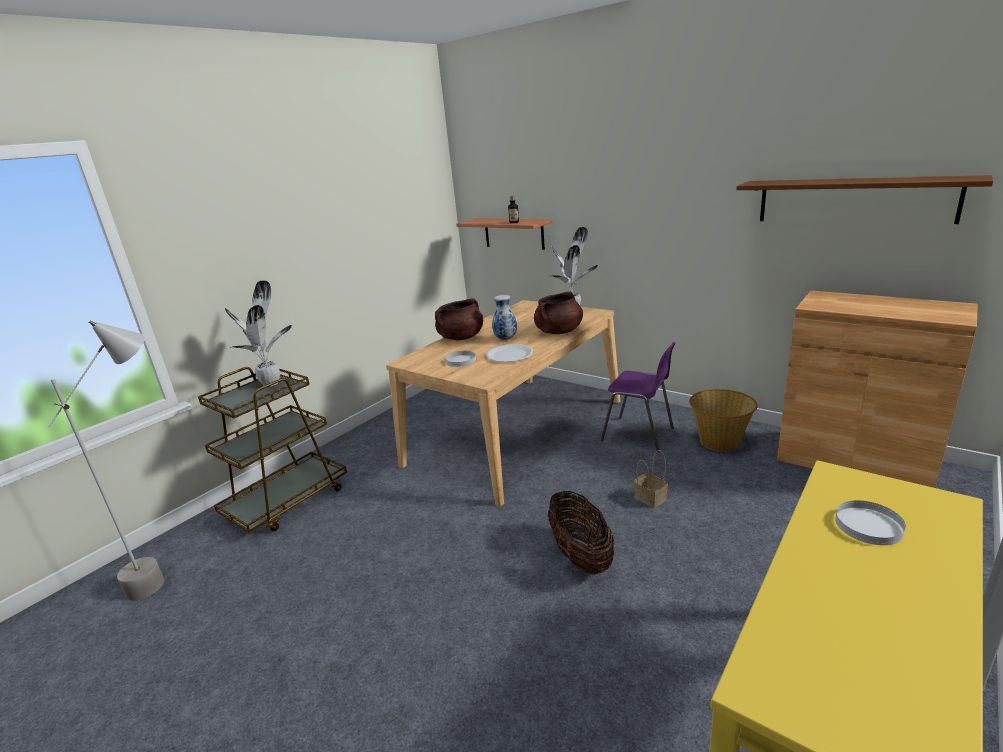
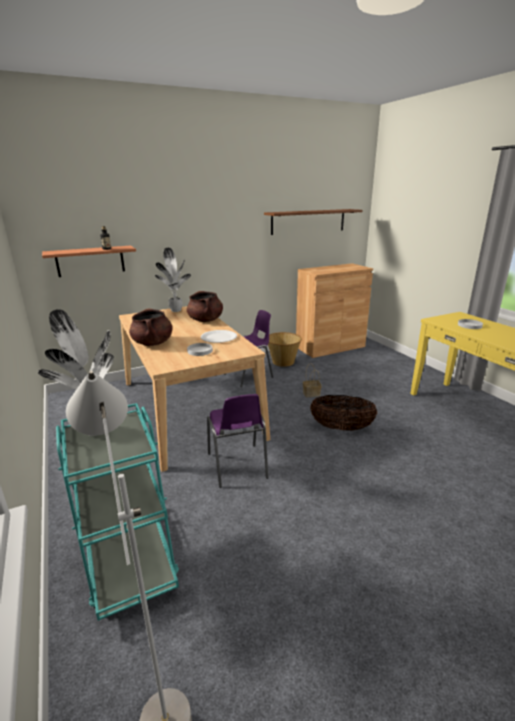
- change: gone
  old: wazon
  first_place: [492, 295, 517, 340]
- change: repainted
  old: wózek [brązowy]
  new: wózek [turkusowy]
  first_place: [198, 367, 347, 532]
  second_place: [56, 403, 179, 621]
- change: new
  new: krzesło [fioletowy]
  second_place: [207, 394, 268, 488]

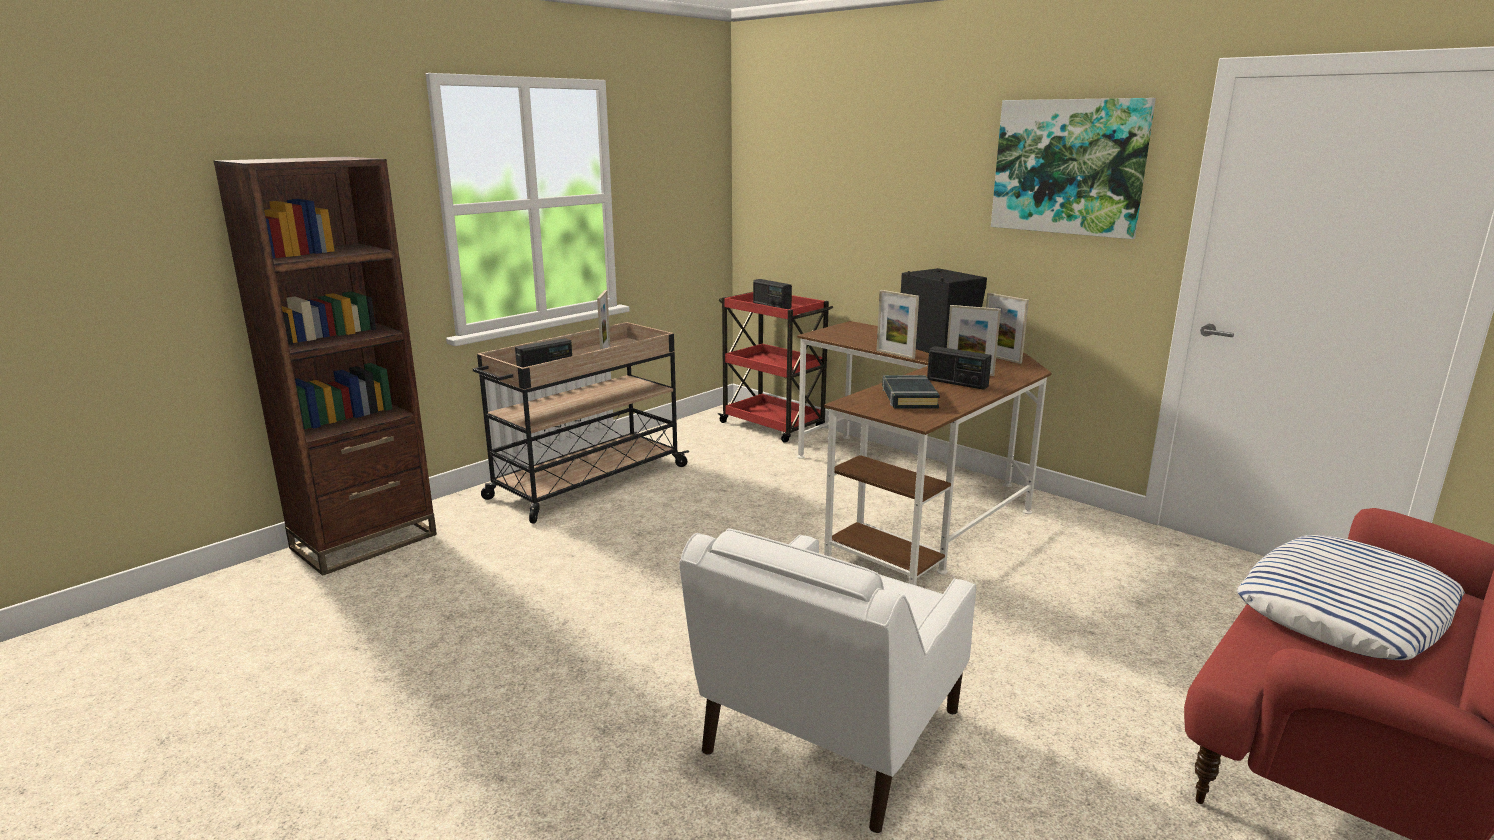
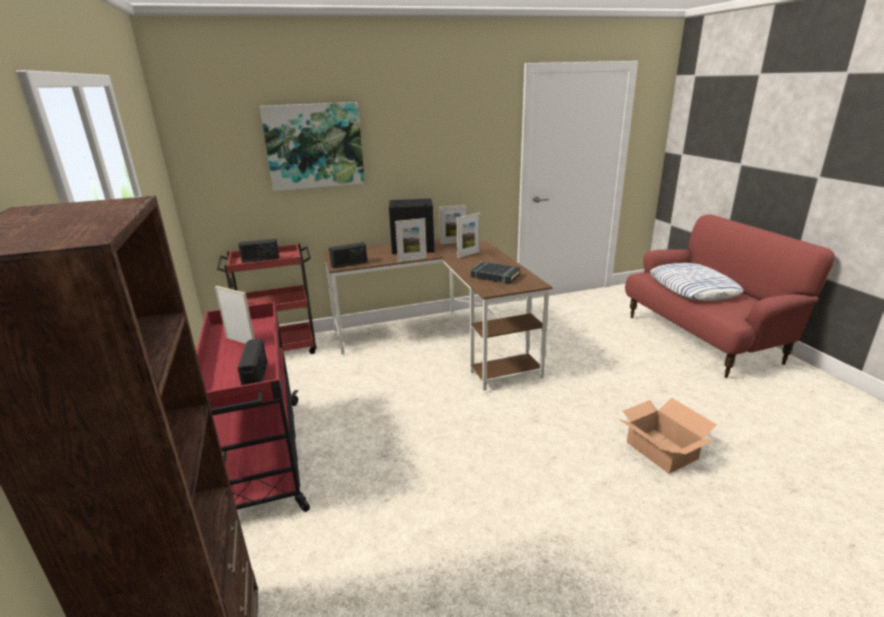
- change: shifted
  old: obraz
  first_place: [991, 98, 1156, 239]
  second_place: [260, 102, 365, 191]
- change: repainted
  old: wózek [beżowy]
  new: wózek [czerwony]
  first_place: [473, 322, 689, 523]
  second_place: [196, 302, 310, 512]
- change: shifted
  old: radio
  first_place: [927, 346, 992, 390]
  second_place: [329, 242, 367, 268]
- change: swapped
  old: fotel [biały]
  new: karton
  first_place: [679, 528, 976, 833]
  second_place: [619, 398, 717, 474]

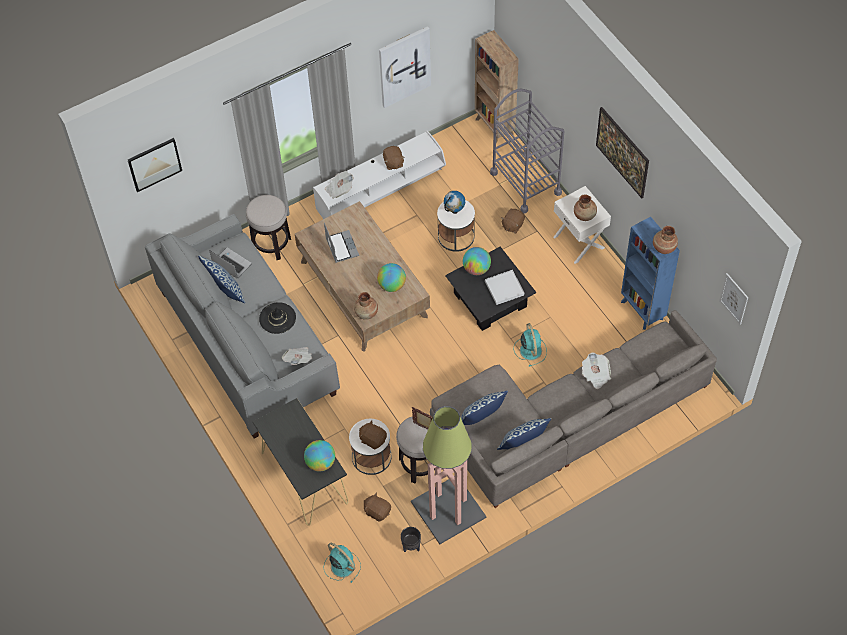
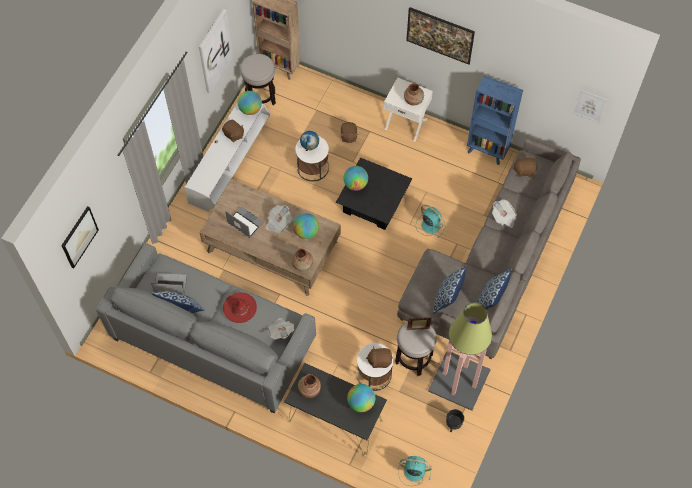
- change: gone
  old: wózek [szary]
  first_place: [490, 89, 564, 214]
- change: shifted
  old: gazeta
  first_place: [325, 171, 354, 199]
  second_place: [266, 205, 292, 234]
- change: shifted
  old: stołek
  first_place: [246, 195, 291, 260]
  second_place: [240, 54, 276, 106]
- change: shifted
  old: wazon [brązowy]
  first_place: [653, 226, 678, 254]
  second_place: [298, 374, 321, 398]
- change: gone
  old: taca [biały]
  first_place: [485, 270, 524, 305]
- change: repainted
  old: kapelusz [czarny]
  new: kapelusz [czerwony]
  first_place: [259, 302, 296, 334]
  second_place: [223, 292, 257, 323]
- change: shifted
  old: pluszak [brązowy]
  first_place: [364, 492, 391, 522]
  second_place: [512, 156, 537, 177]
- change: new
  new: globus
  second_place: [238, 91, 262, 115]

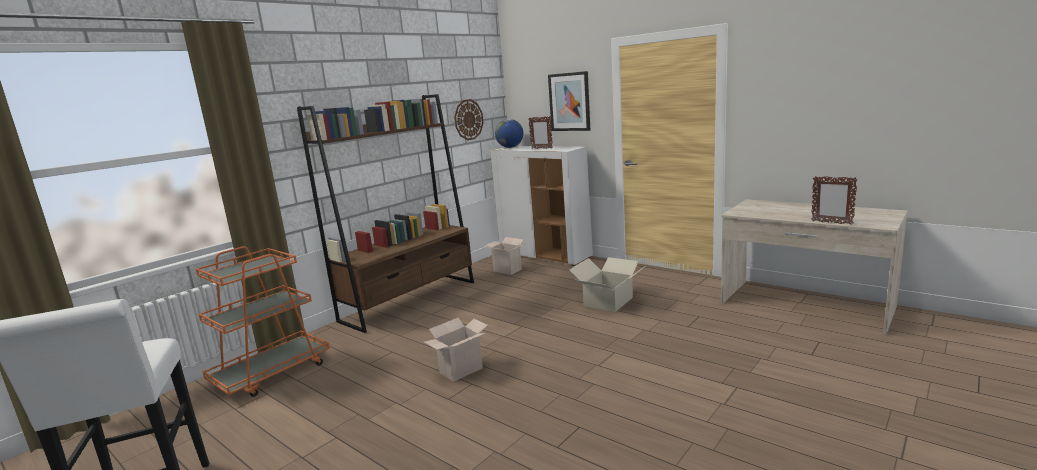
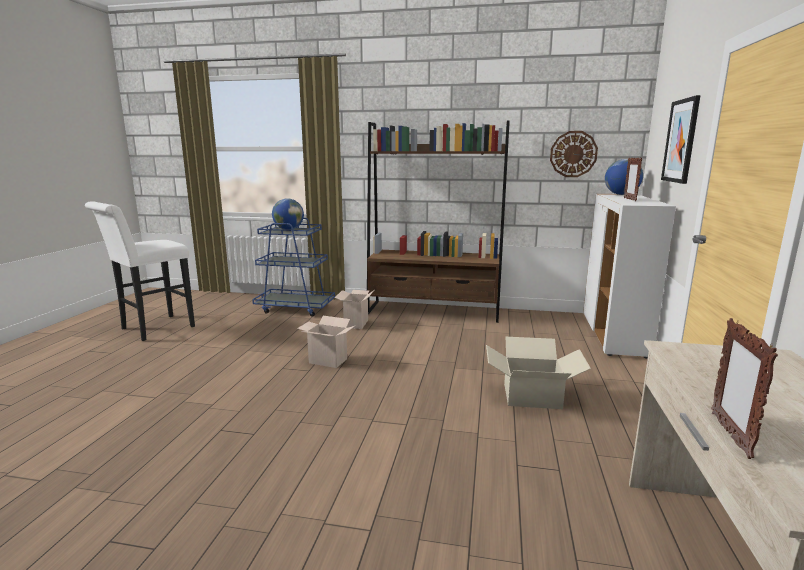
- change: shifted
  old: karton
  first_place: [485, 237, 525, 275]
  second_place: [335, 290, 374, 329]
- change: repainted
  old: wózek [pomarańczowy]
  new: wózek [niebieski]
  first_place: [196, 246, 330, 397]
  second_place: [252, 218, 335, 317]
- change: new
  new: globus
  second_place: [272, 198, 304, 230]

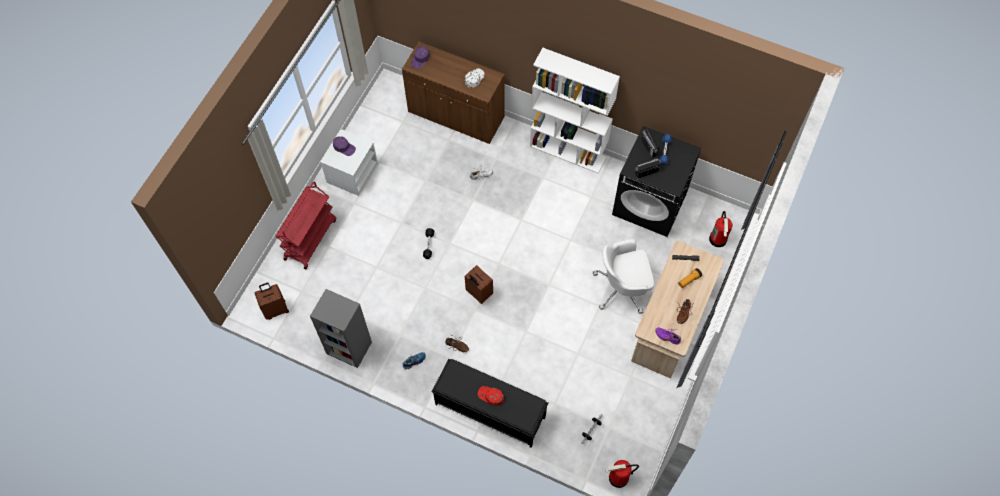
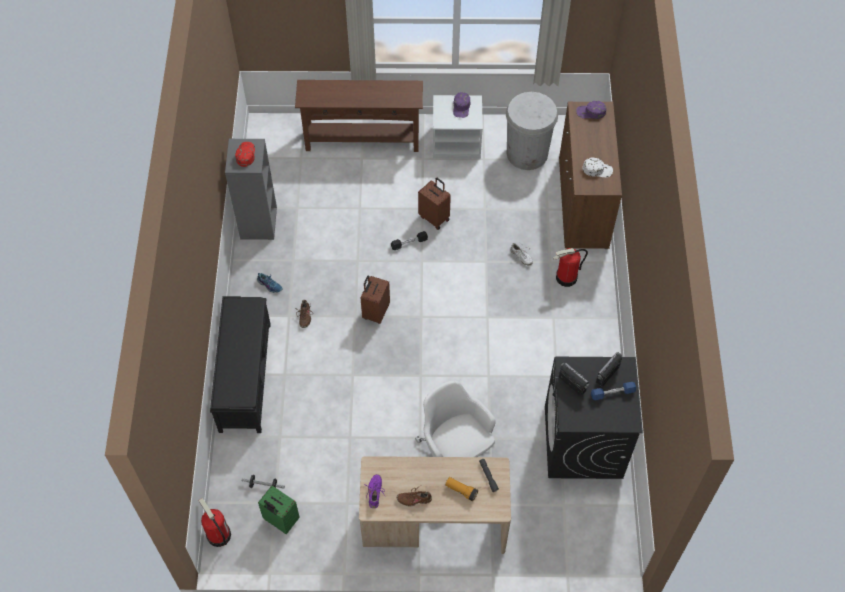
- change: gone
  old: regał [biały]
  first_place: [530, 48, 620, 173]
- change: swapped
  old: wózek [czerwony]
  new: stolik konsolowy [brązowy]
  first_place: [275, 181, 336, 269]
  second_place: [295, 80, 423, 152]
- change: shifted
  old: gaśnica
  first_place: [709, 211, 732, 247]
  second_place: [553, 248, 588, 287]
- change: shifted
  old: walizka [brązowy]
  first_place: [255, 283, 289, 320]
  second_place: [418, 178, 451, 230]
- change: shifted
  old: czapka z daszkiem [czerwony]
  first_place: [478, 386, 504, 406]
  second_place: [235, 142, 255, 167]
- change: new
  new: kosz na śmieci [biały]
  second_place: [506, 92, 558, 170]
- change: new
  new: walizka [zielony]
  second_place: [258, 486, 300, 534]

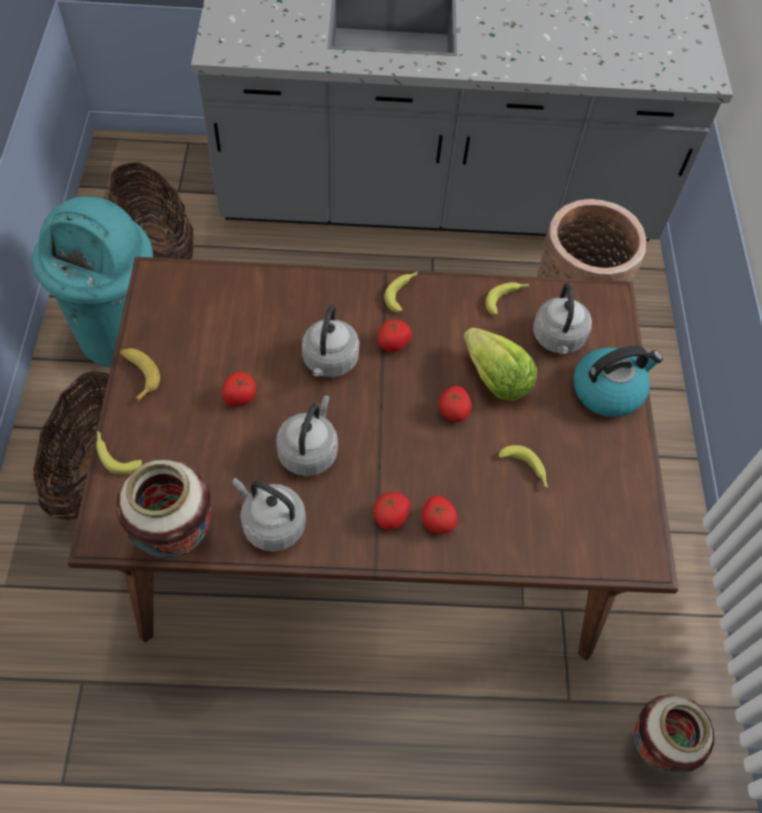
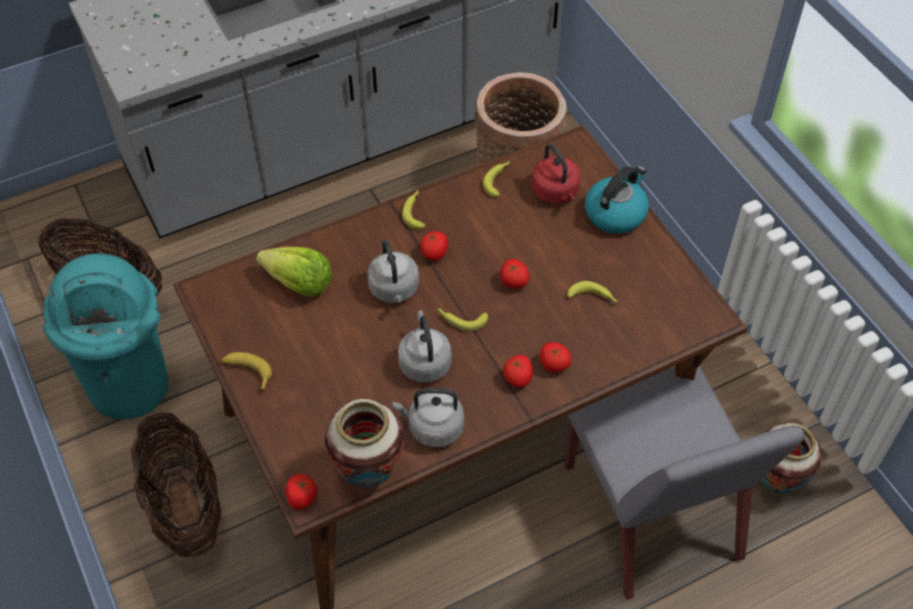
- change: repainted
  old: czajnik [szary]
  new: czajnik [czerwony]
  first_place: [533, 283, 592, 354]
  second_place: [532, 143, 580, 204]
- change: shifted
  old: sałata
  first_place: [464, 328, 537, 401]
  second_place: [256, 247, 333, 297]
- change: shifted
  old: pomidor
  first_place: [222, 372, 256, 406]
  second_place: [285, 474, 317, 510]
- change: shifted
  old: banan
  first_place: [96, 431, 142, 475]
  second_place: [437, 309, 488, 332]
- change: new
  new: krzesło [szary]
  second_place: [564, 366, 804, 600]

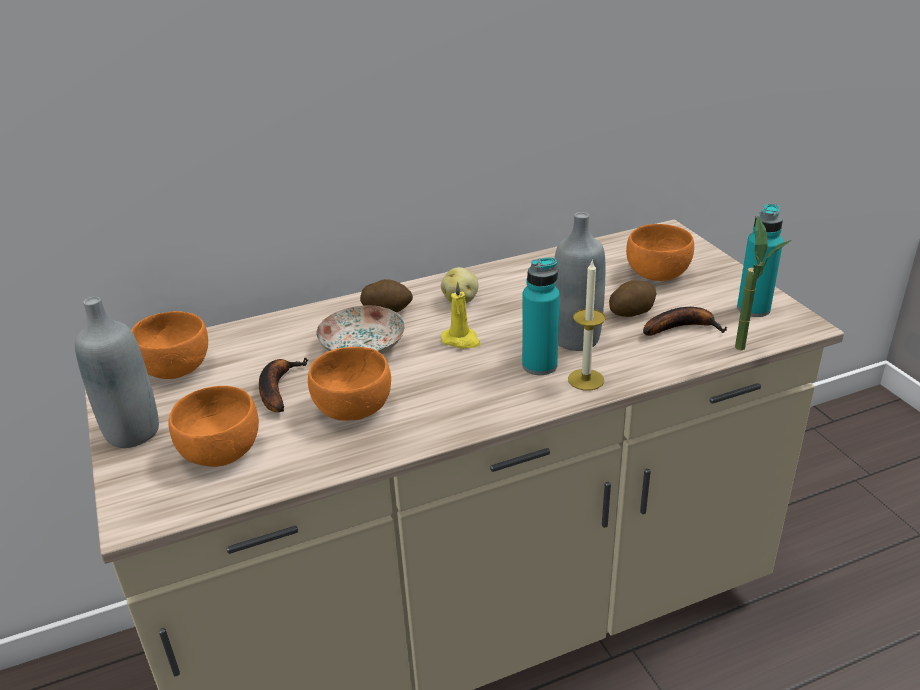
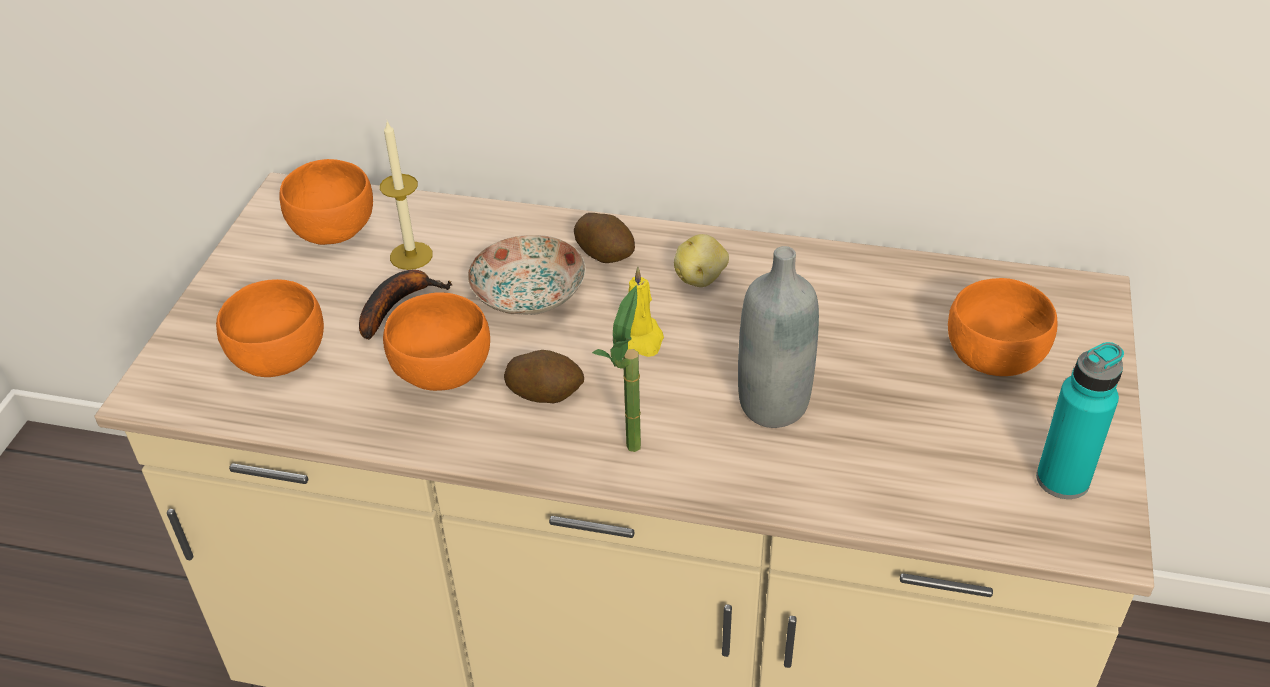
- change: shifted
  old: roślina doniczkowa
  first_place: [735, 216, 791, 350]
  second_place: [592, 286, 641, 452]
- change: gone
  old: butelka [turkusowy]
  first_place: [522, 257, 560, 375]
- change: shifted
  old: świeca
  first_place: [568, 260, 606, 390]
  second_place: [380, 121, 433, 270]
- change: shifted
  old: ziemniak
  first_place: [609, 280, 657, 317]
  second_place: [504, 350, 584, 404]
- change: gone
  old: butelka [szary]
  first_place: [75, 296, 159, 448]
- change: gone
  old: banan
  first_place: [643, 307, 727, 336]

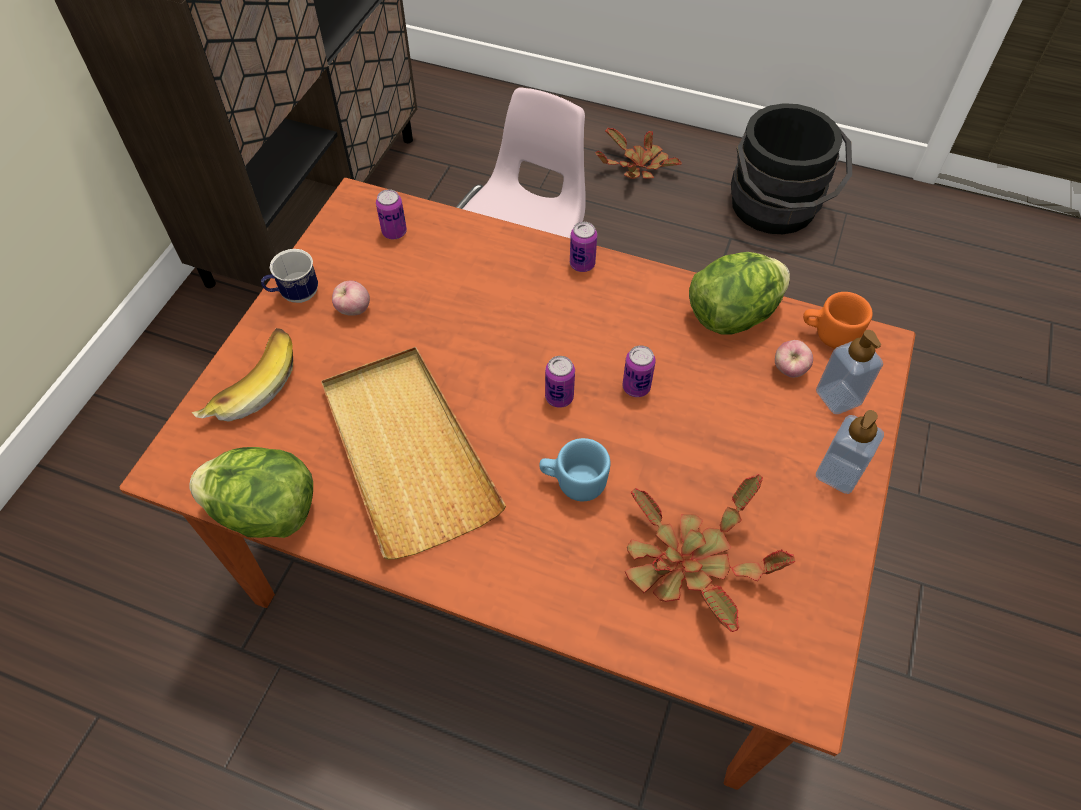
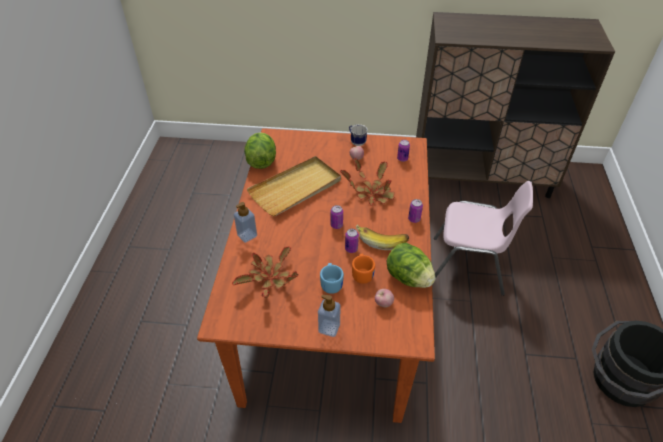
- change: shifted
  old: roślina doniczkowa
  first_place: [596, 128, 682, 179]
  second_place: [340, 158, 394, 206]
- change: shifted
  old: kubek [pomarańczowy]
  first_place: [803, 292, 873, 349]
  second_place: [352, 254, 375, 284]
- change: shifted
  old: banan
  first_place: [191, 328, 293, 422]
  second_place: [356, 225, 409, 250]
- change: shifted
  old: dozownik mydła
  first_place: [816, 330, 883, 414]
  second_place: [233, 202, 257, 243]
- change: shifted
  old: kubek [niebieski]
  first_place: [539, 438, 610, 501]
  second_place: [320, 263, 344, 294]

